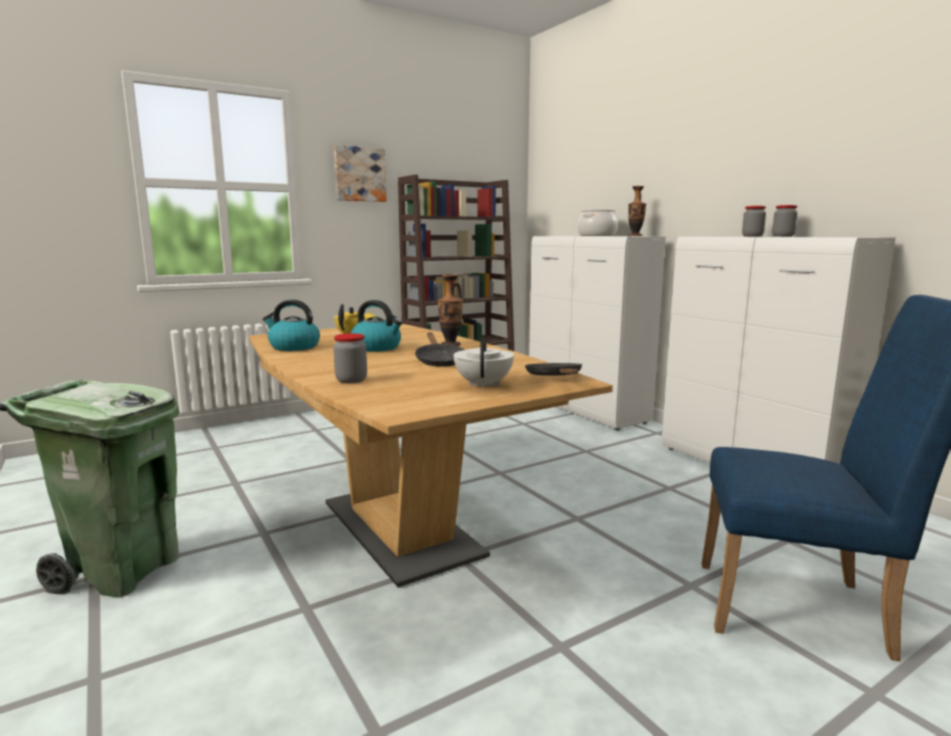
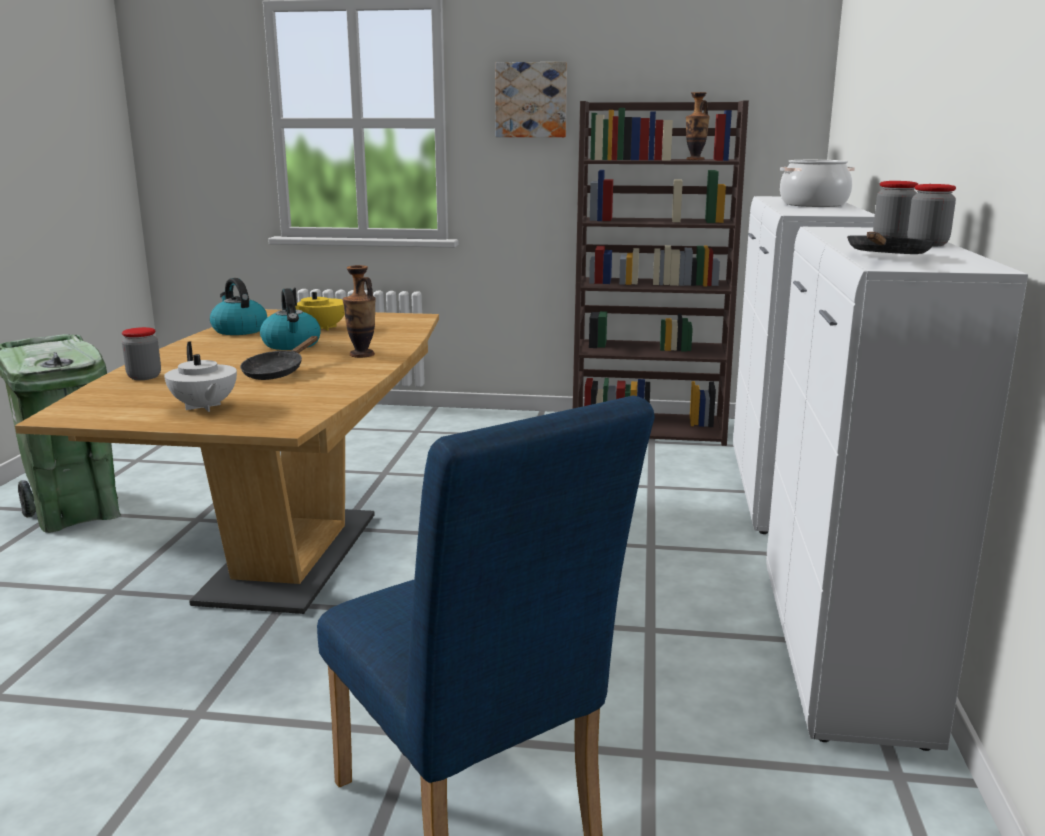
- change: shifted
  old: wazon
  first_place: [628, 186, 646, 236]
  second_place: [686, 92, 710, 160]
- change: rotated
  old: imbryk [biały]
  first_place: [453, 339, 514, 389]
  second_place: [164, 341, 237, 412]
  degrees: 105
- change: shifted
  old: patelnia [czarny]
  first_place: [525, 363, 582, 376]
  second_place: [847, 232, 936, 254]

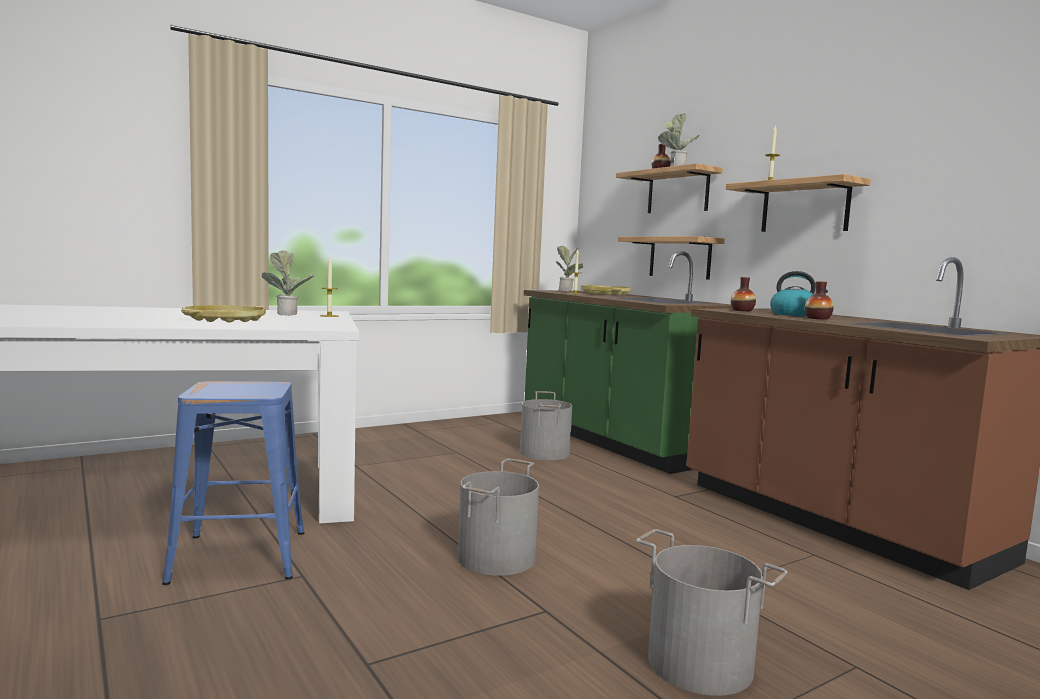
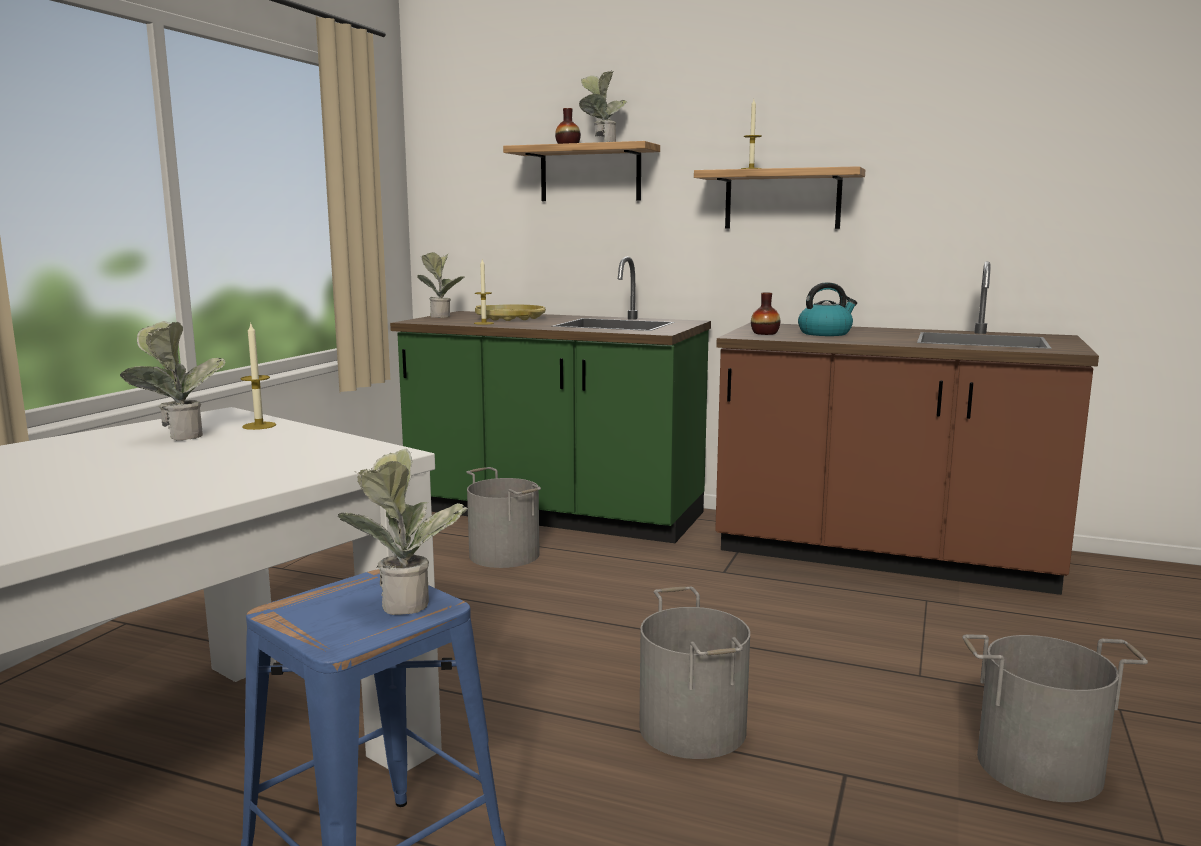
- change: gone
  old: półka
  first_place: [618, 236, 725, 280]
- change: gone
  old: wazon
  first_place: [805, 281, 834, 320]
- change: gone
  old: taca [żółty]
  first_place: [181, 305, 266, 323]
- change: new
  new: roślina doniczkowa
  second_place: [338, 448, 468, 615]

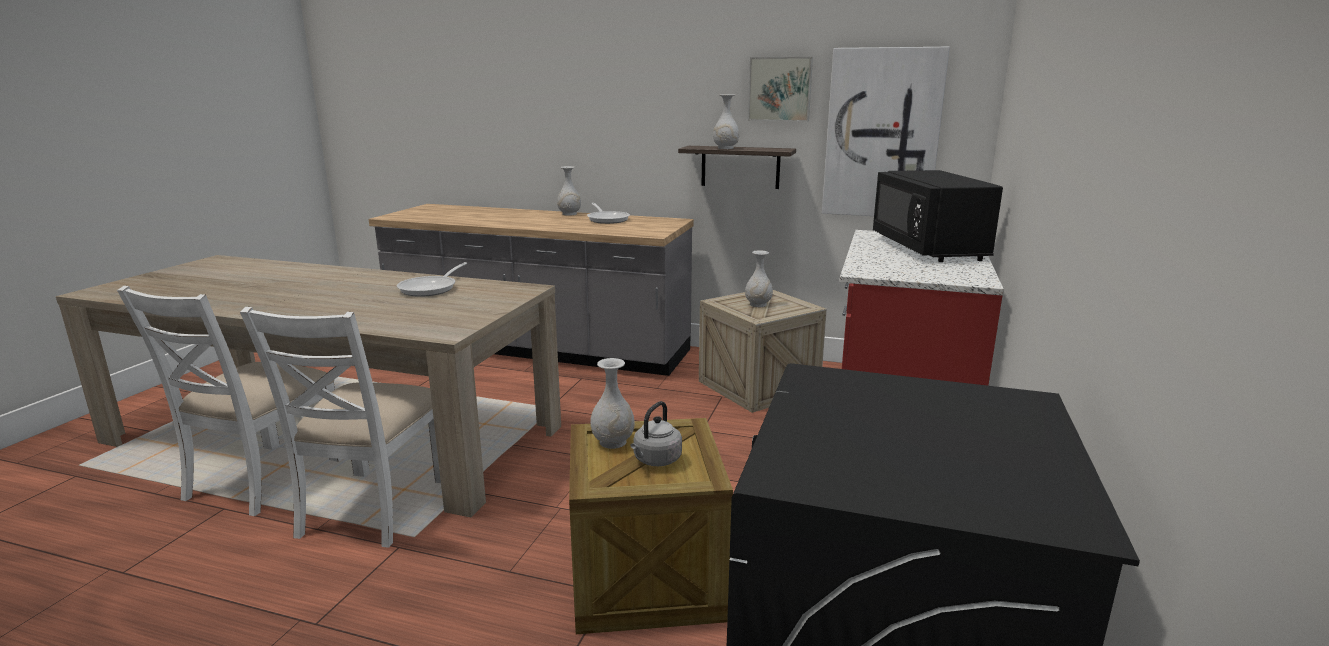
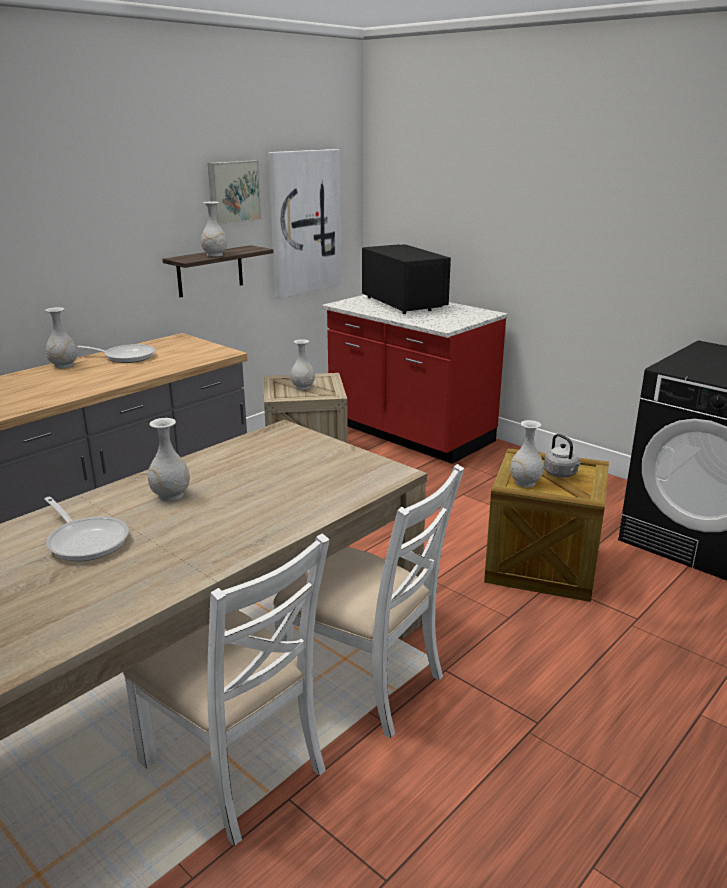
- change: rotated
  old: mikrofalówka [czarny]
  first_place: [873, 170, 1003, 262]
  second_place: [362, 244, 451, 314]
  degrees: -135
- change: shifted
  old: patelnia
  first_place: [397, 262, 467, 297]
  second_place: [45, 497, 129, 562]
- change: new
  new: wazon [biały]
  second_place: [148, 418, 190, 501]

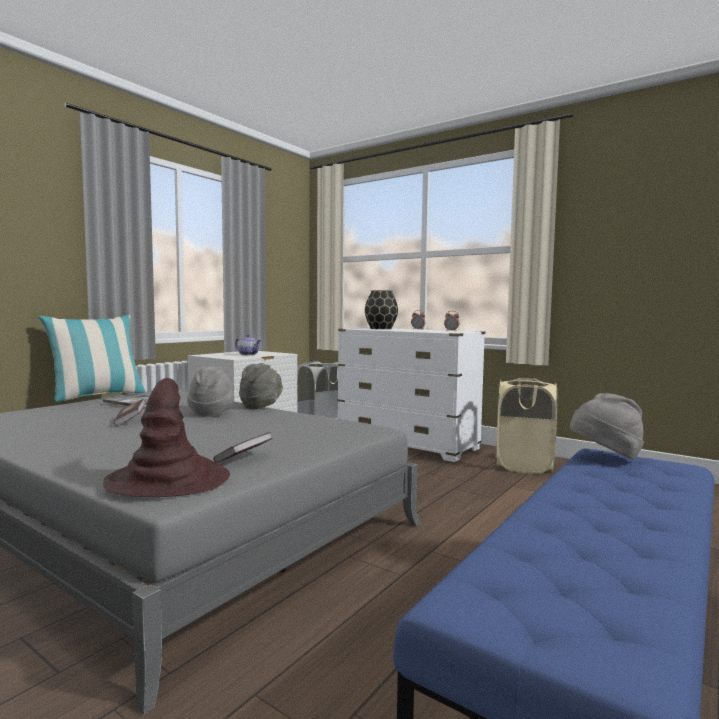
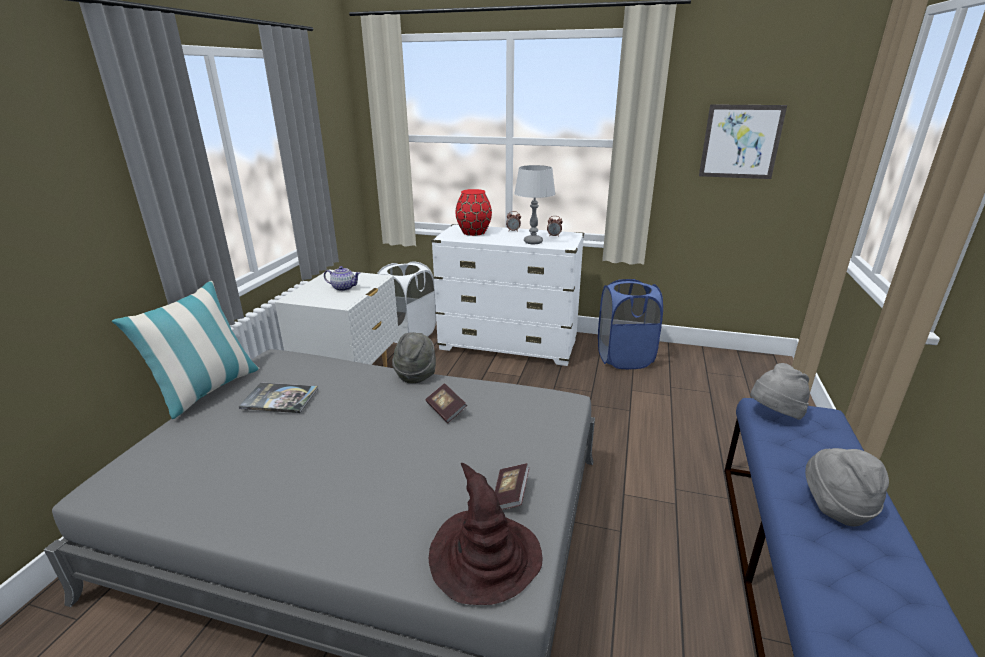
- change: repainted
  old: wazon [czarny]
  new: wazon [czerwony]
  first_place: [365, 290, 398, 329]
  second_place: [455, 189, 492, 236]
- change: shifted
  old: kapelusz [szary]
  first_place: [187, 366, 233, 417]
  second_place: [805, 448, 889, 526]
- change: repainted
  old: kosz na pranie [beżowy]
  new: kosz na pranie [niebieski]
  first_place: [496, 378, 557, 474]
  second_place: [598, 279, 663, 369]
- change: shifted
  old: książka
  first_place: [114, 399, 146, 426]
  second_place: [425, 383, 467, 423]
- change: new
  new: obraz
  second_place: [699, 104, 787, 179]
- change: new
  new: lampa stołowa [szary]
  second_place: [514, 165, 555, 244]

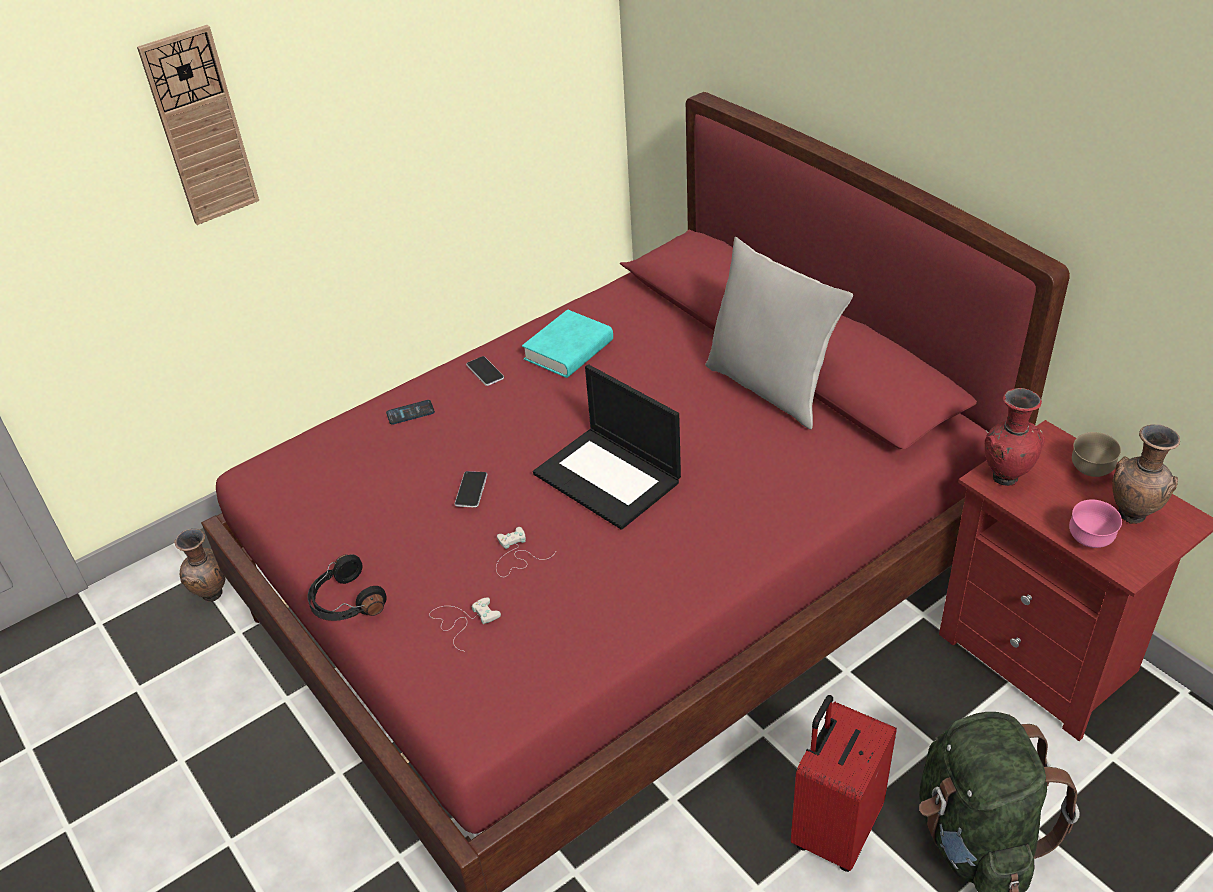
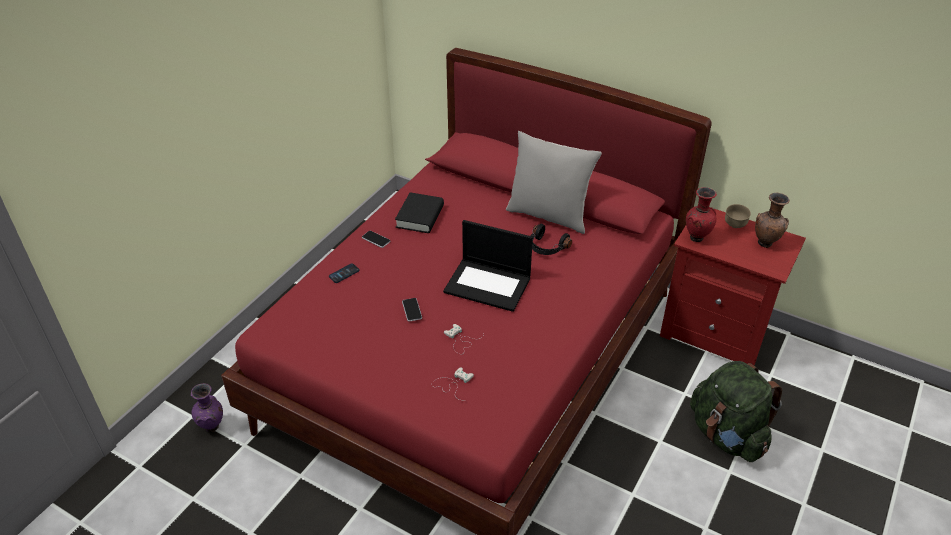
- change: gone
  old: zegar ścienny
  first_place: [137, 25, 259, 225]
- change: repainted
  old: książka [turkusowy]
  new: książka [czarny]
  first_place: [522, 309, 613, 378]
  second_place: [395, 192, 444, 233]
- change: gone
  old: miska [różowy]
  first_place: [1069, 499, 1122, 548]
- change: repainted
  old: wazon [brązowy]
  new: wazon [fioletowy]
  first_place: [174, 529, 226, 602]
  second_place: [191, 383, 223, 432]
- change: shifted
  old: słuchawki [czarny]
  first_place: [307, 554, 387, 621]
  second_place: [531, 224, 572, 255]
- change: gone
  old: walizka [czerwony]
  first_place: [791, 695, 897, 872]

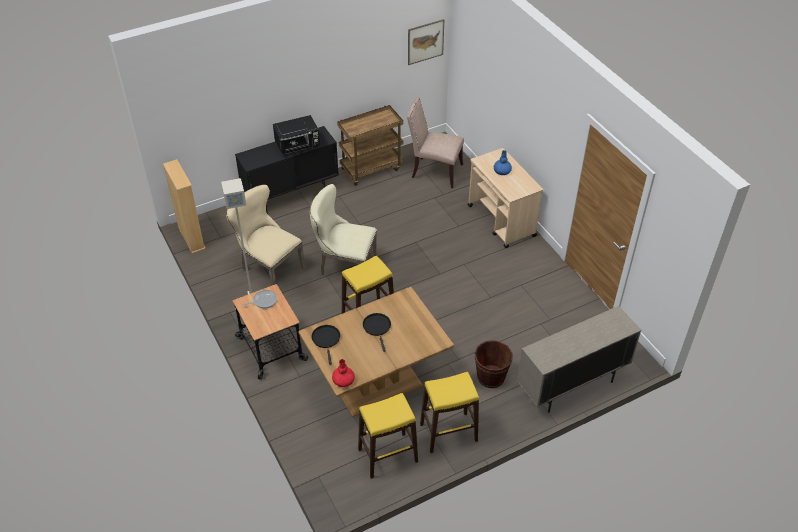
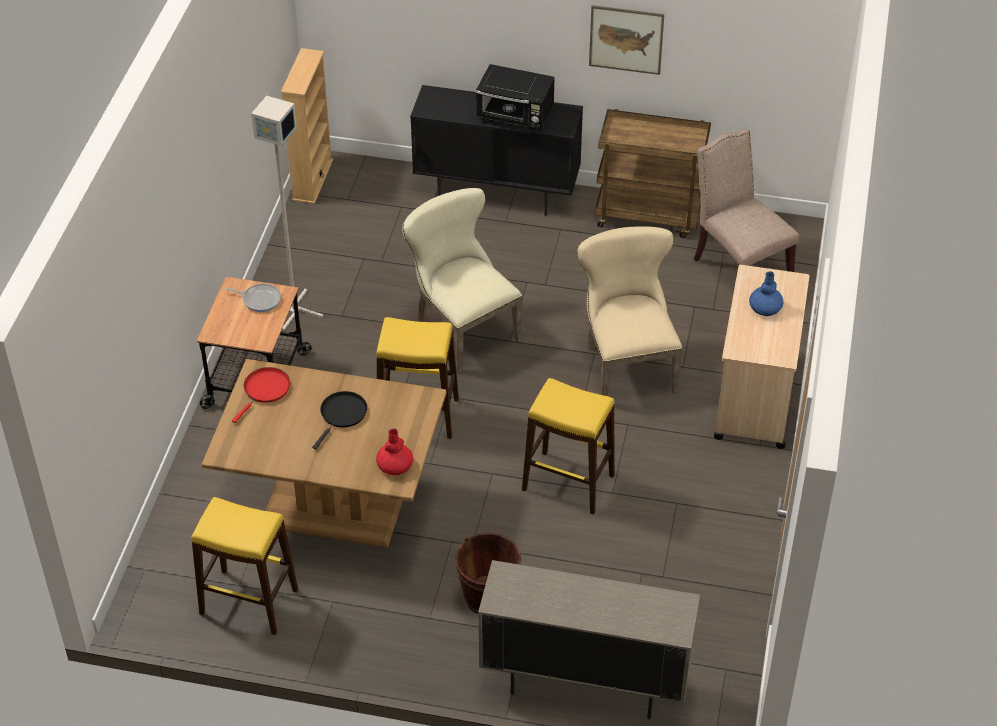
- change: shifted
  old: obraz
  first_place: [408, 19, 444, 65]
  second_place: [589, 5, 664, 75]
- change: shifted
  old: krzesło [beżowy]
  first_place: [226, 185, 305, 286]
  second_place: [577, 226, 682, 396]
- change: repainted
  old: patelnia [czarny]
  new: patelnia [czerwony]
  first_place: [312, 325, 340, 365]
  second_place: [232, 367, 290, 423]
- change: shifted
  old: wazon [czerwony]
  first_place: [332, 359, 355, 387]
  second_place: [376, 429, 413, 476]
- change: shifted
  old: stołek [żółty]
  first_place: [420, 372, 479, 453]
  second_place: [522, 378, 615, 515]

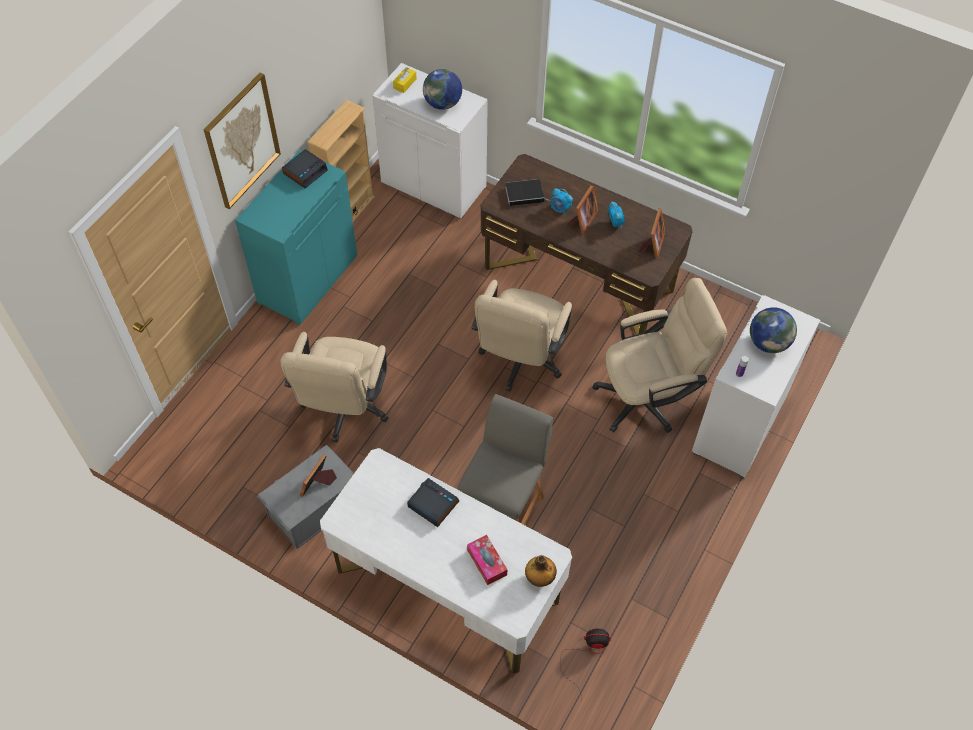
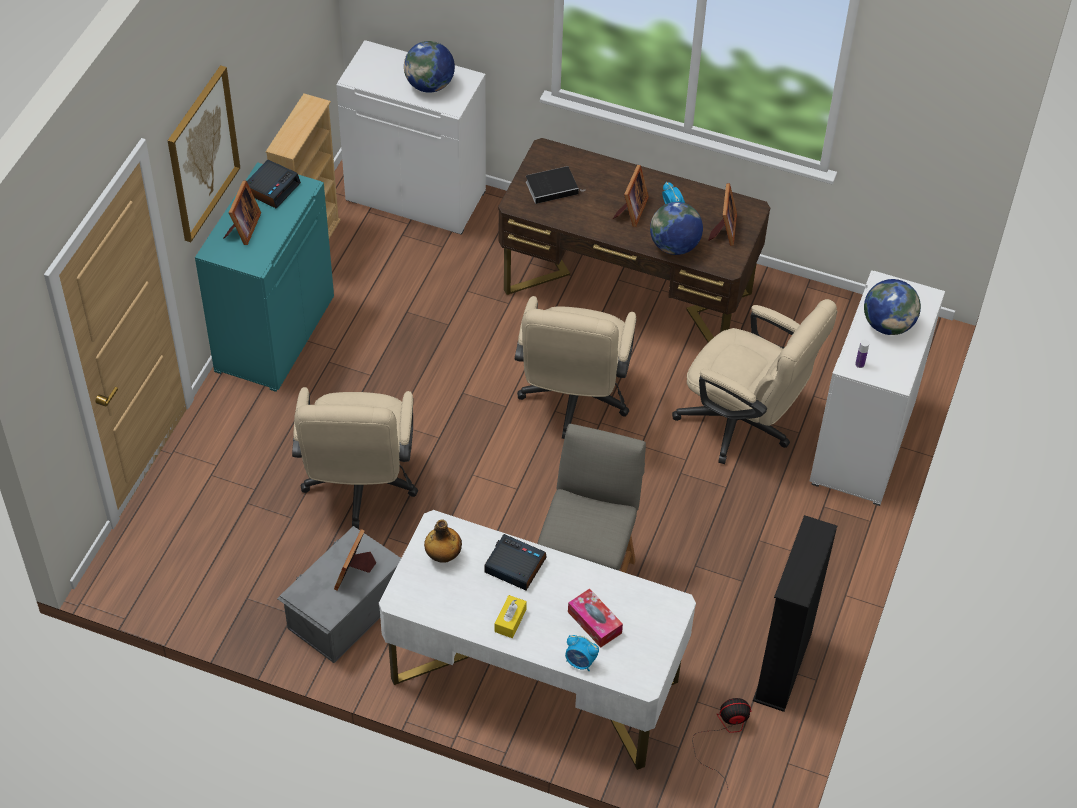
- change: shifted
  old: pudełko chusteczek [żółty]
  first_place: [393, 67, 417, 93]
  second_place: [495, 595, 527, 638]
- change: shifted
  old: budzik
  first_place: [551, 188, 573, 215]
  second_place: [565, 635, 599, 671]
- change: rotated
  old: krzesło biurowe [beżowy]
  first_place: [592, 278, 727, 433]
  second_place: [672, 299, 837, 464]
  degrees: 60
- change: shifted
  old: butelka
  first_place: [525, 555, 557, 587]
  second_place: [424, 520, 462, 563]
- change: new
  new: ramka na zdjęcie
  second_place: [224, 180, 261, 245]
- change: new
  new: globus
  second_place: [650, 202, 703, 255]
- change: new
  new: regał [czarny]
  second_place: [753, 515, 837, 712]

